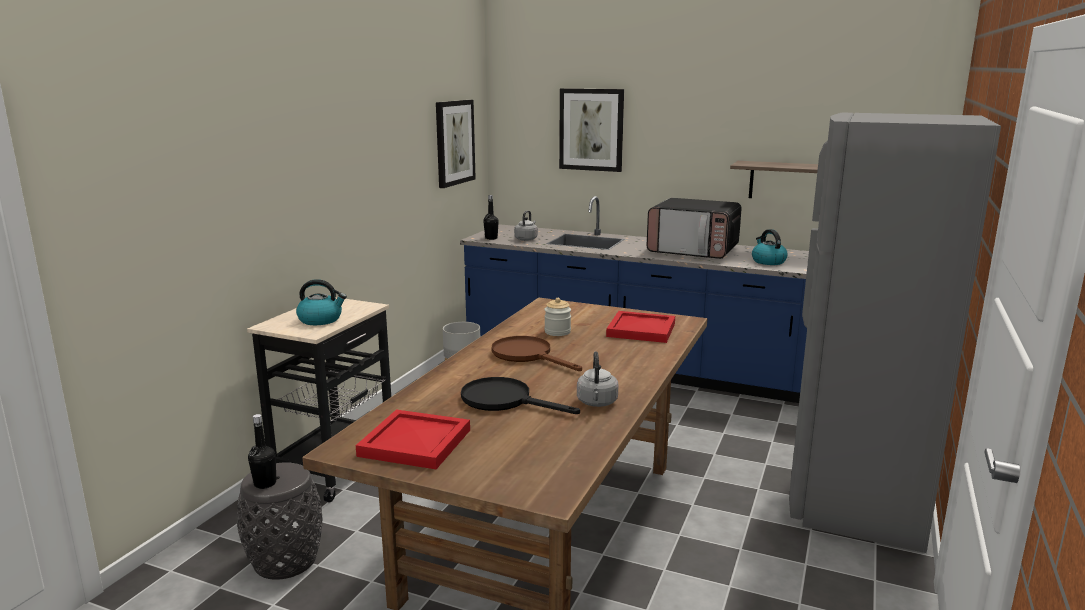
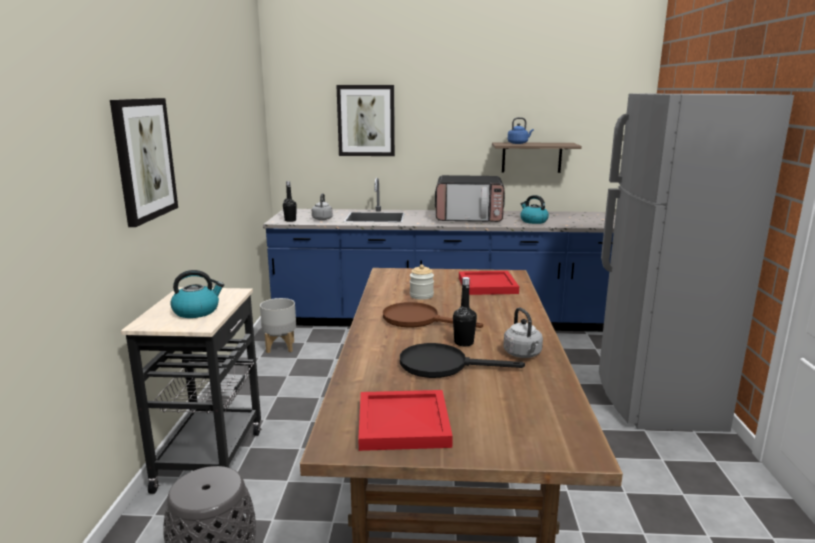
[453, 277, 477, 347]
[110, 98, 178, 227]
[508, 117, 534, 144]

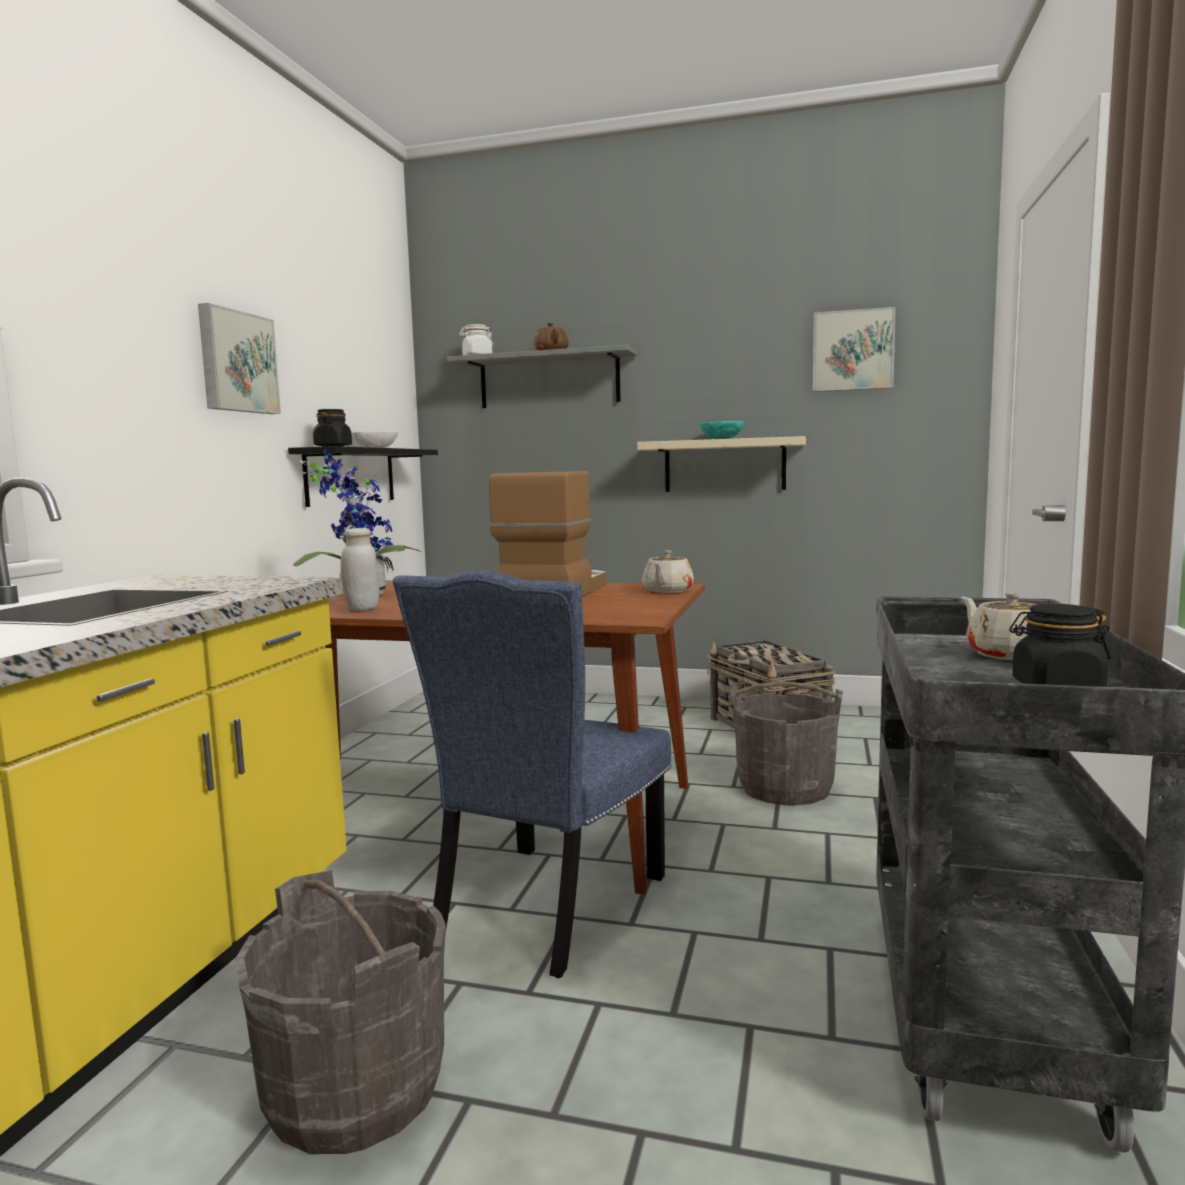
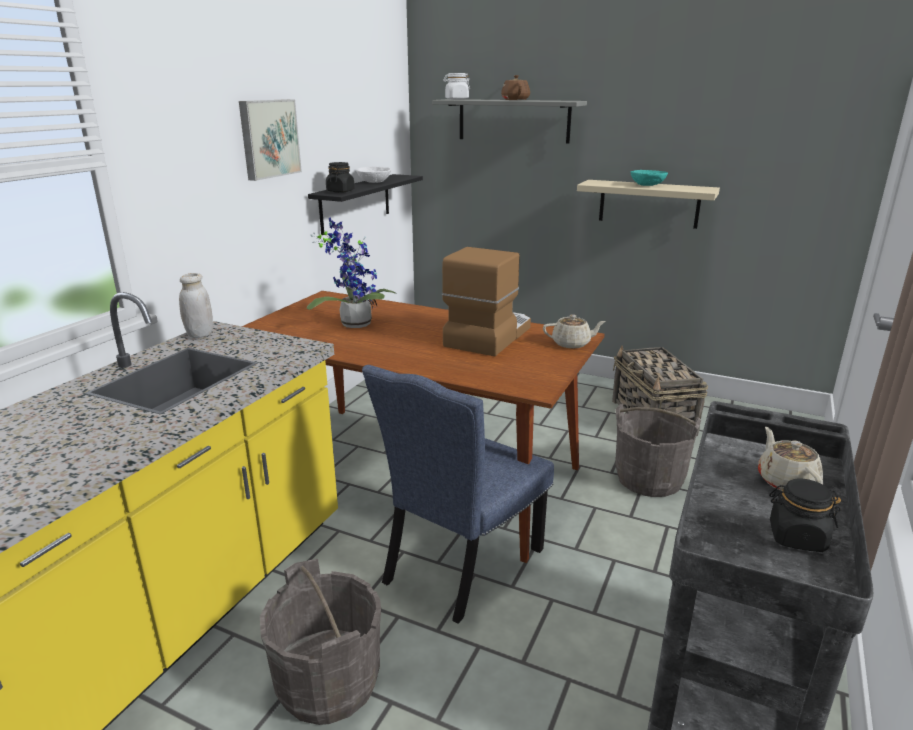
[179, 273, 213, 338]
[543, 314, 606, 349]
[813, 307, 896, 392] (first image)

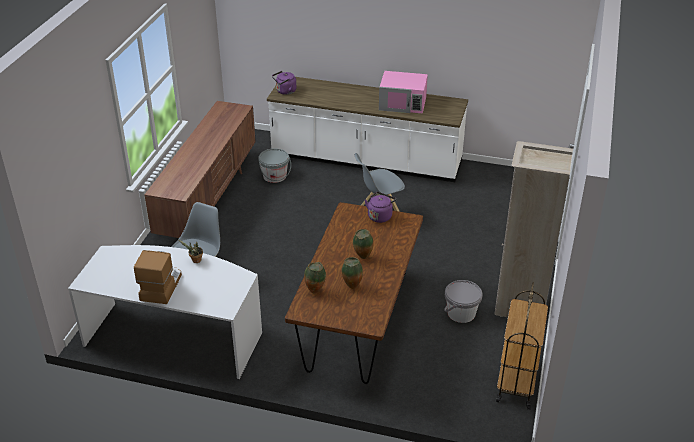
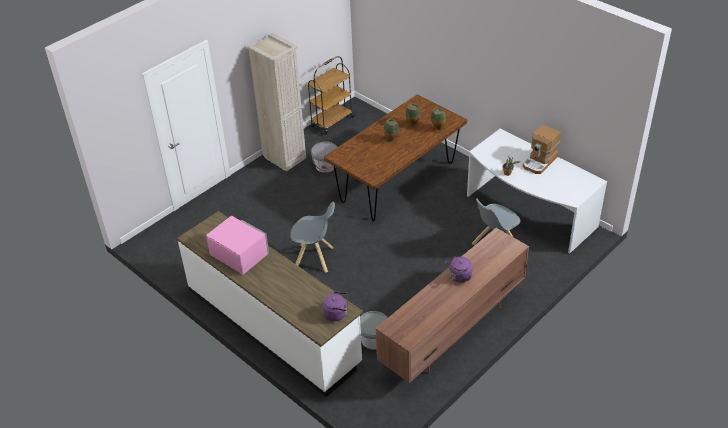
[445, 256, 472, 283]

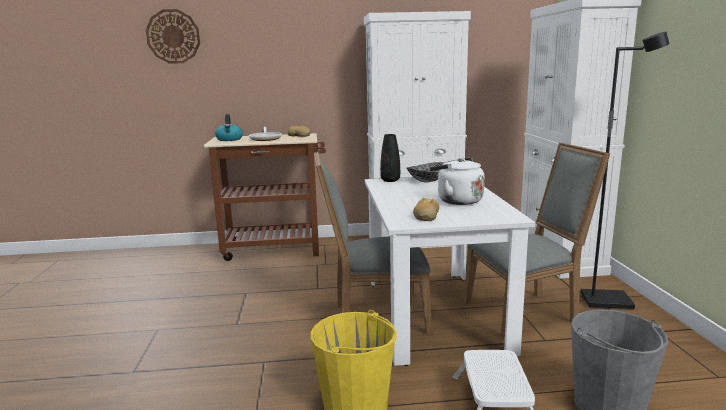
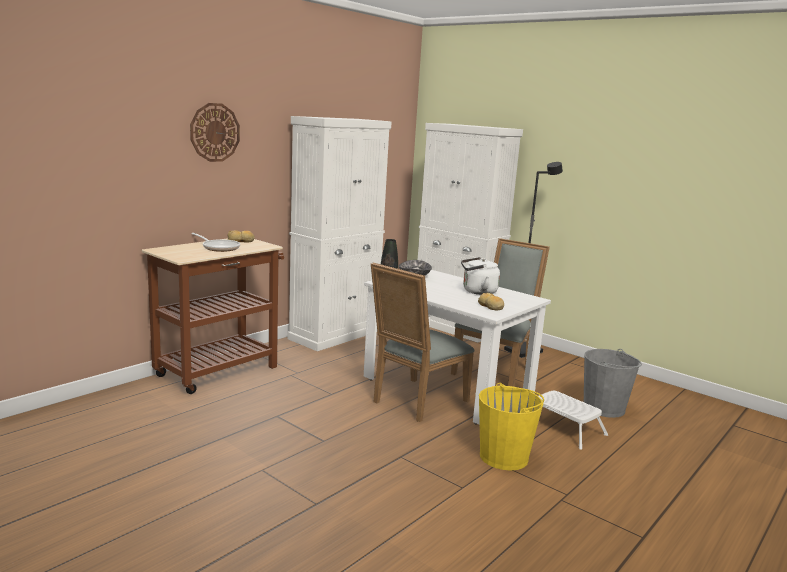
[190, 103, 240, 162]
[215, 114, 243, 141] (first image)

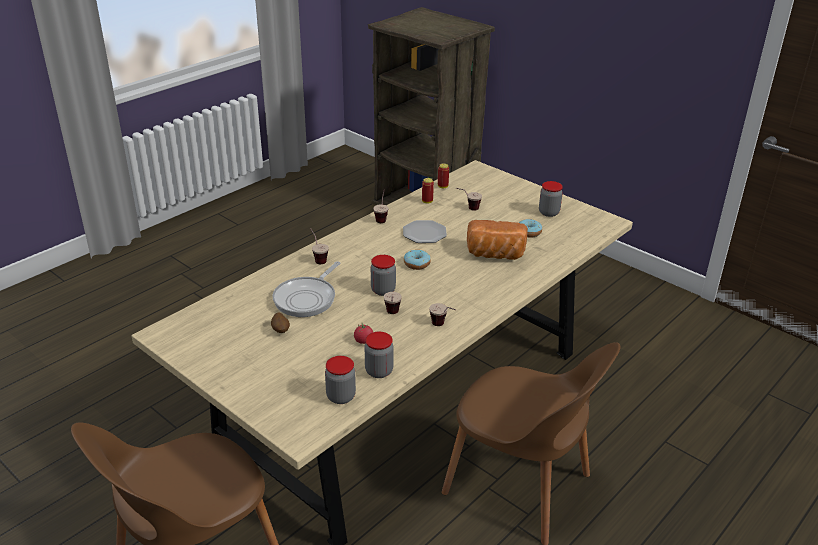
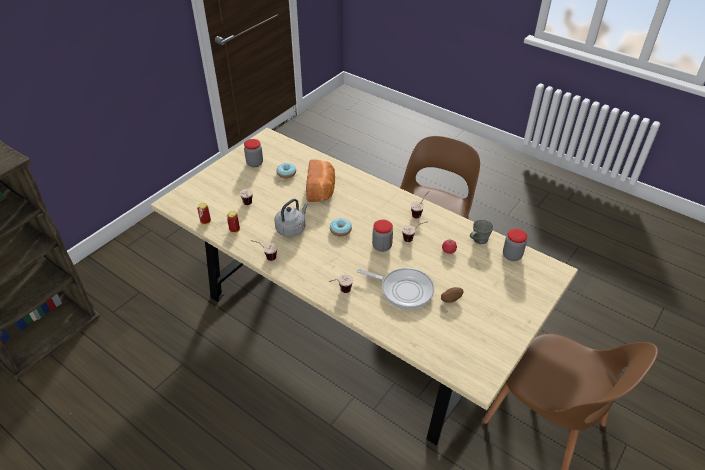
[470, 220, 494, 244]
[275, 199, 308, 237]

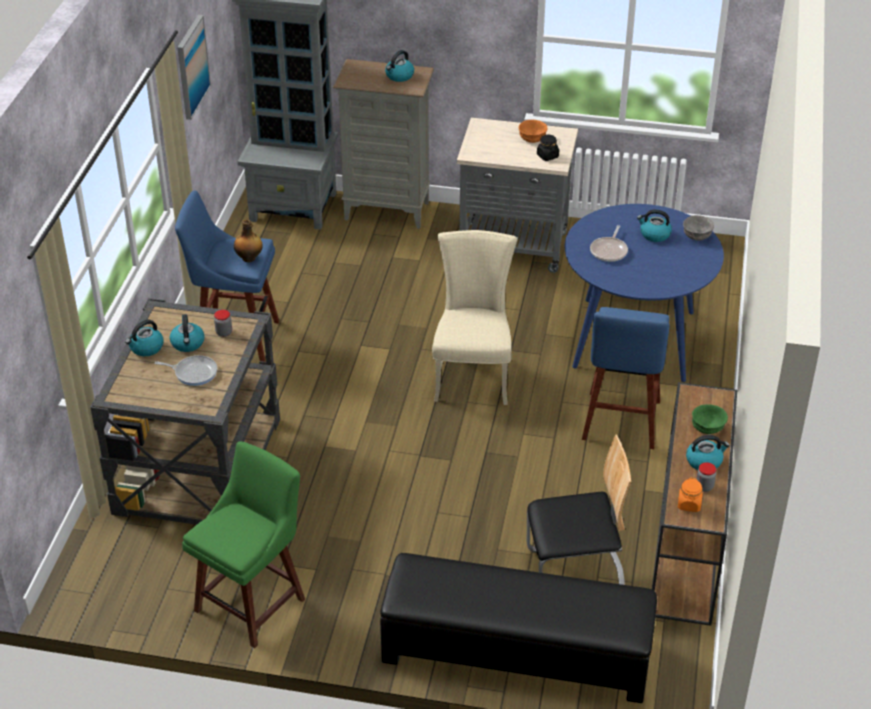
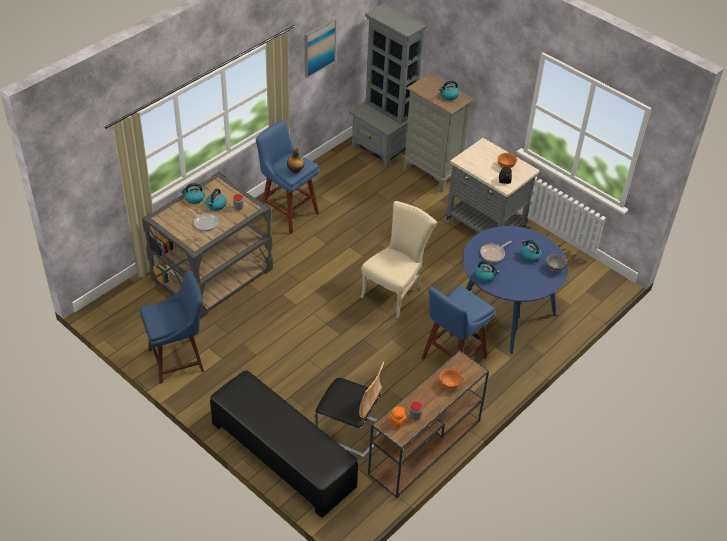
[140, 270, 204, 384]
[475, 261, 500, 282]
[440, 369, 463, 389]

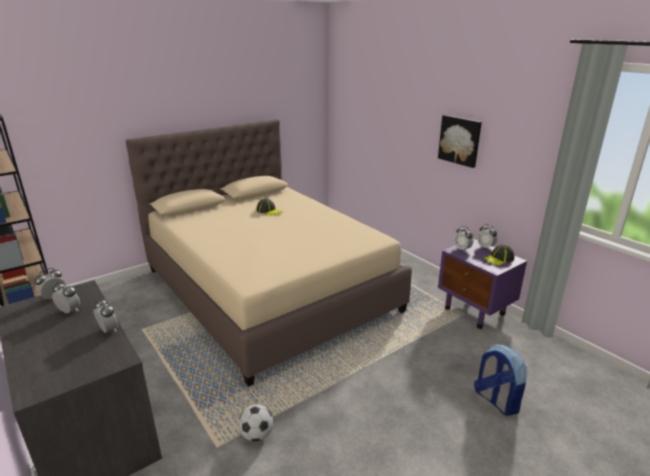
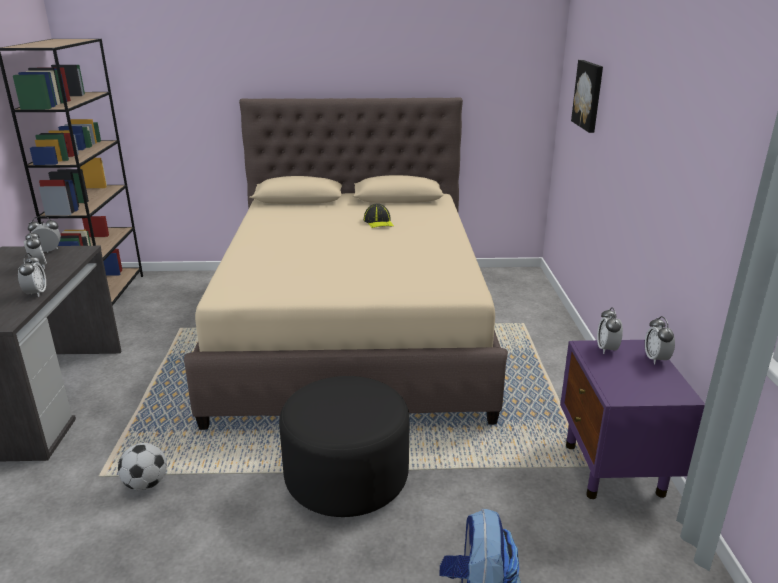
[571, 60, 603, 133]
[484, 244, 514, 266] (first image)
[279, 376, 410, 517]

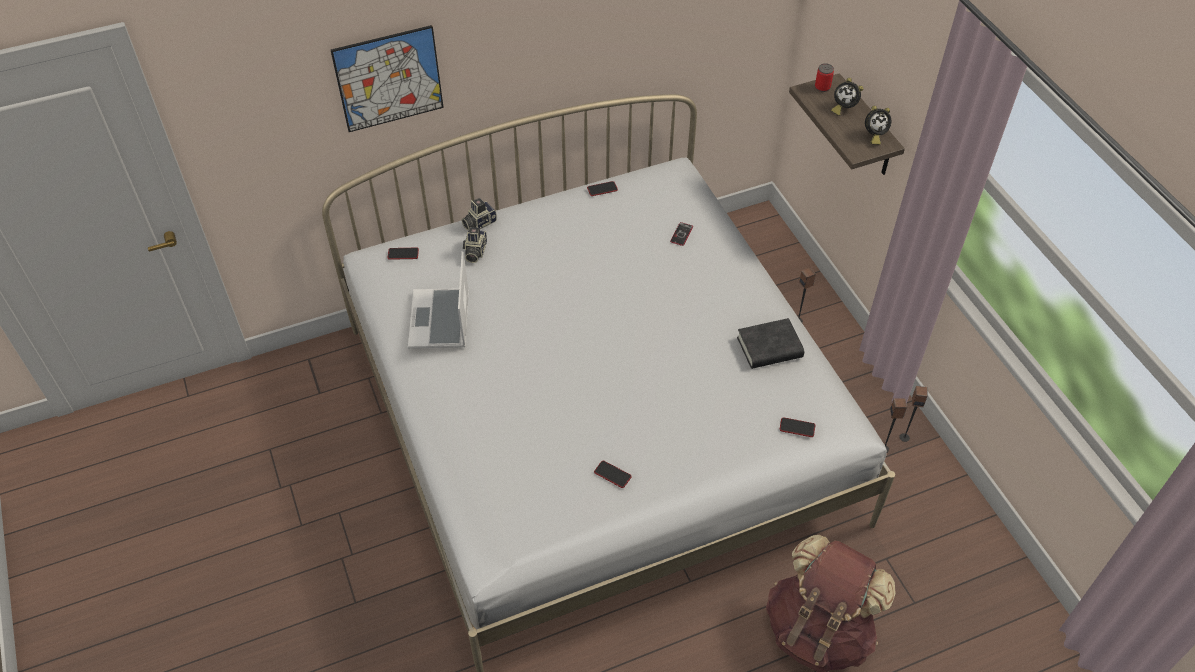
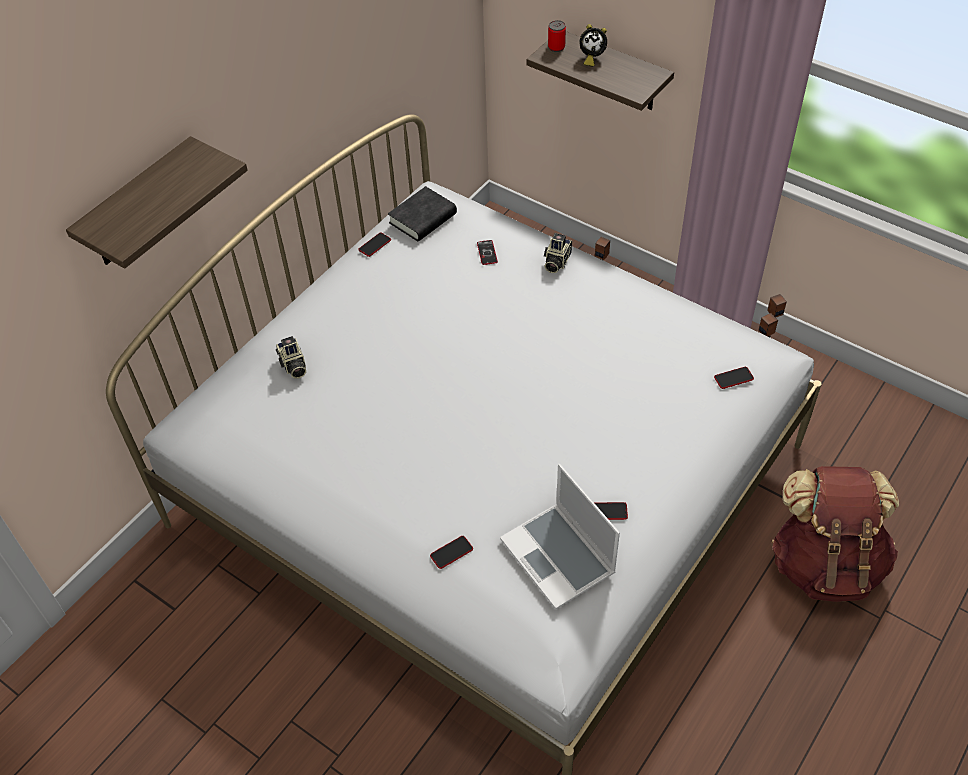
[66, 136, 248, 269]
[430, 536, 473, 569]
[500, 464, 620, 609]
[544, 233, 572, 273]
[388, 186, 457, 241]
[865, 106, 891, 145] (first image)

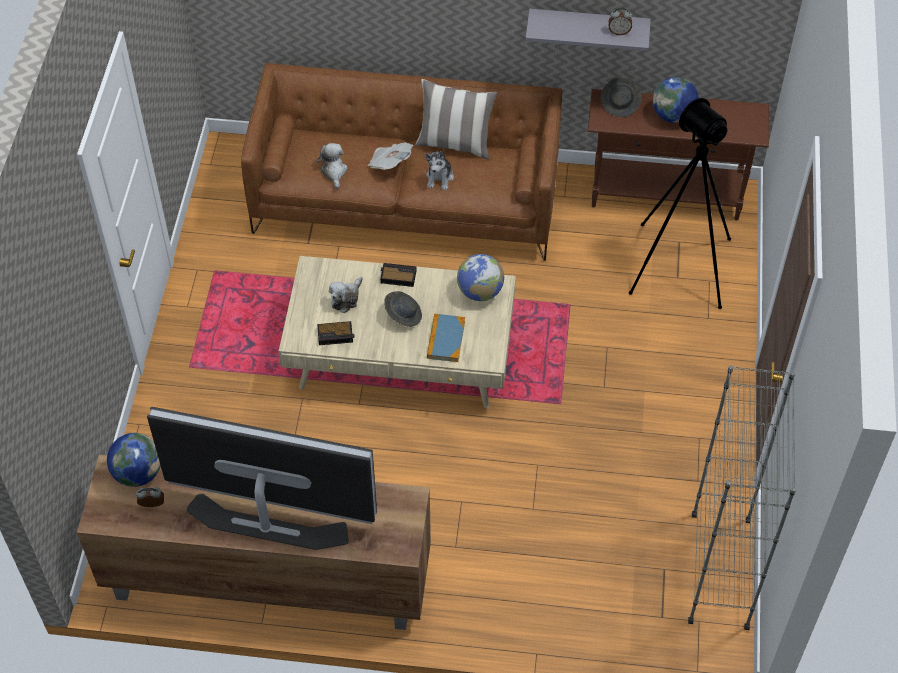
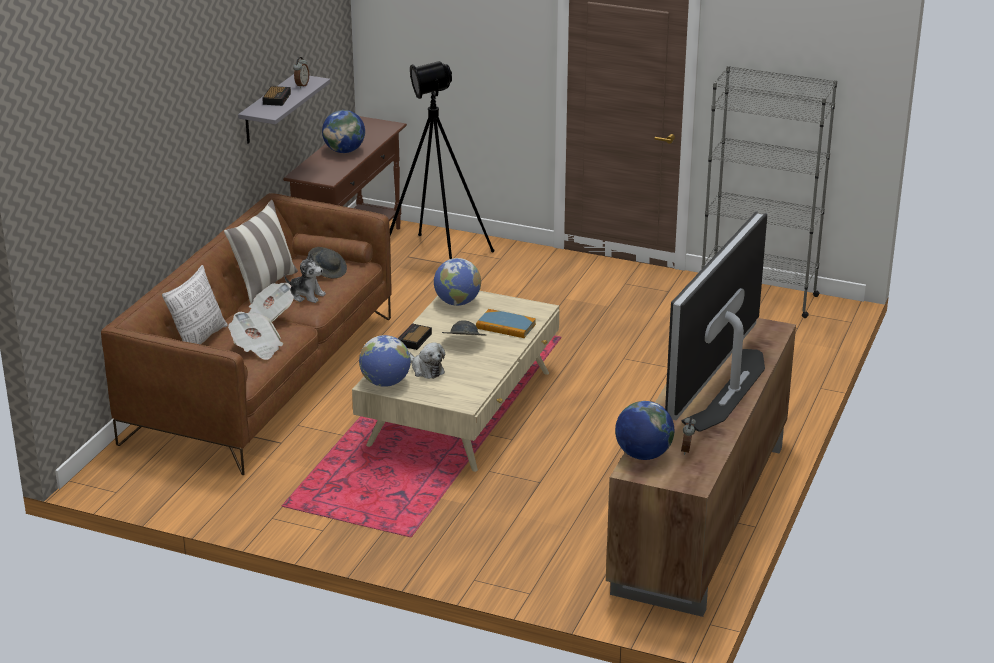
[228, 312, 283, 360]
[262, 86, 291, 106]
[308, 247, 347, 278]
[162, 265, 228, 345]
[359, 335, 411, 387]

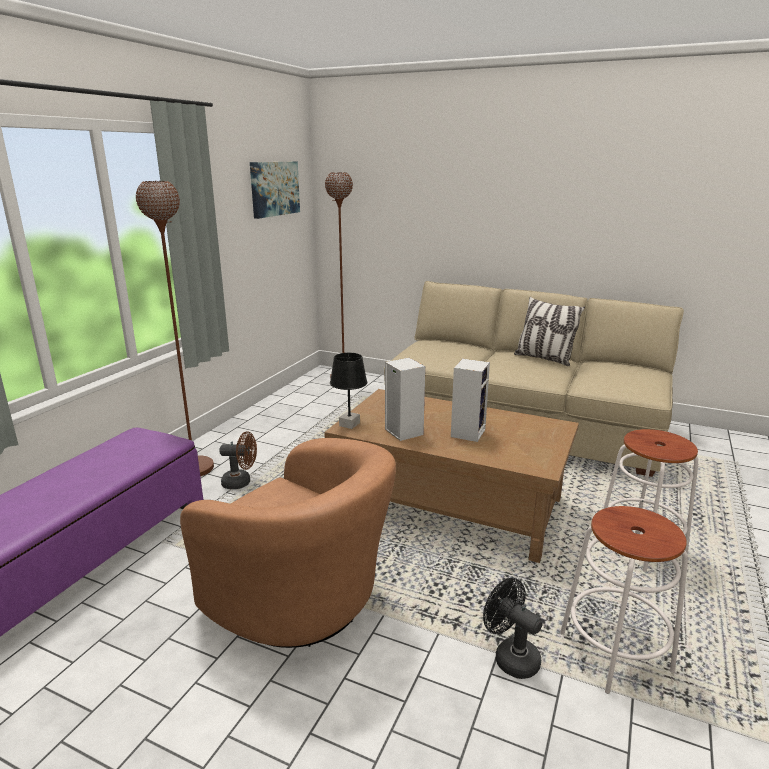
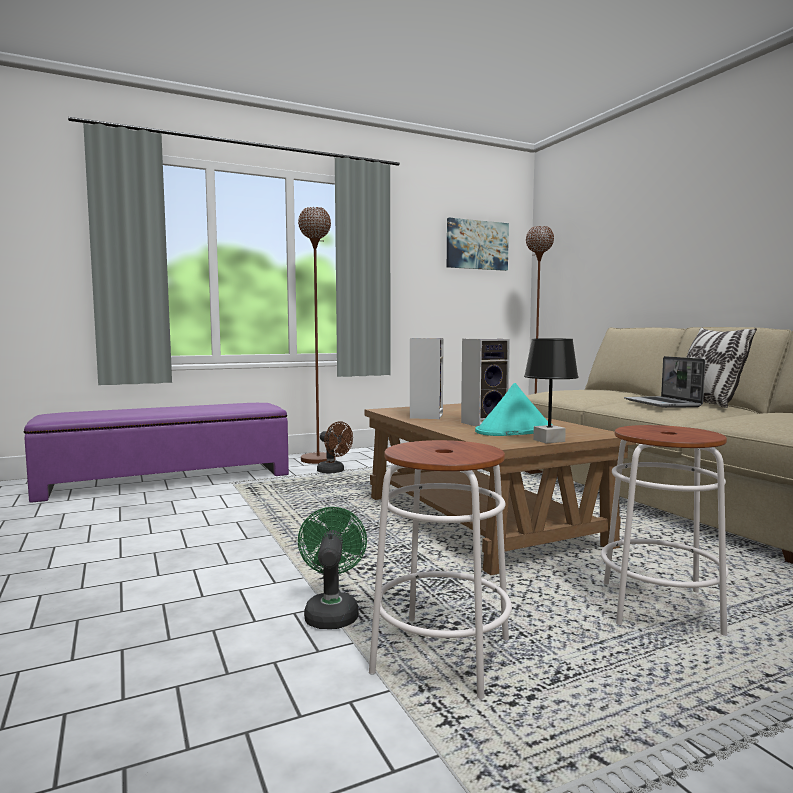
[180, 438, 396, 648] (first image)
[524, 339, 579, 444]
[298, 507, 367, 629]
[475, 383, 553, 436]
[624, 356, 705, 408]

